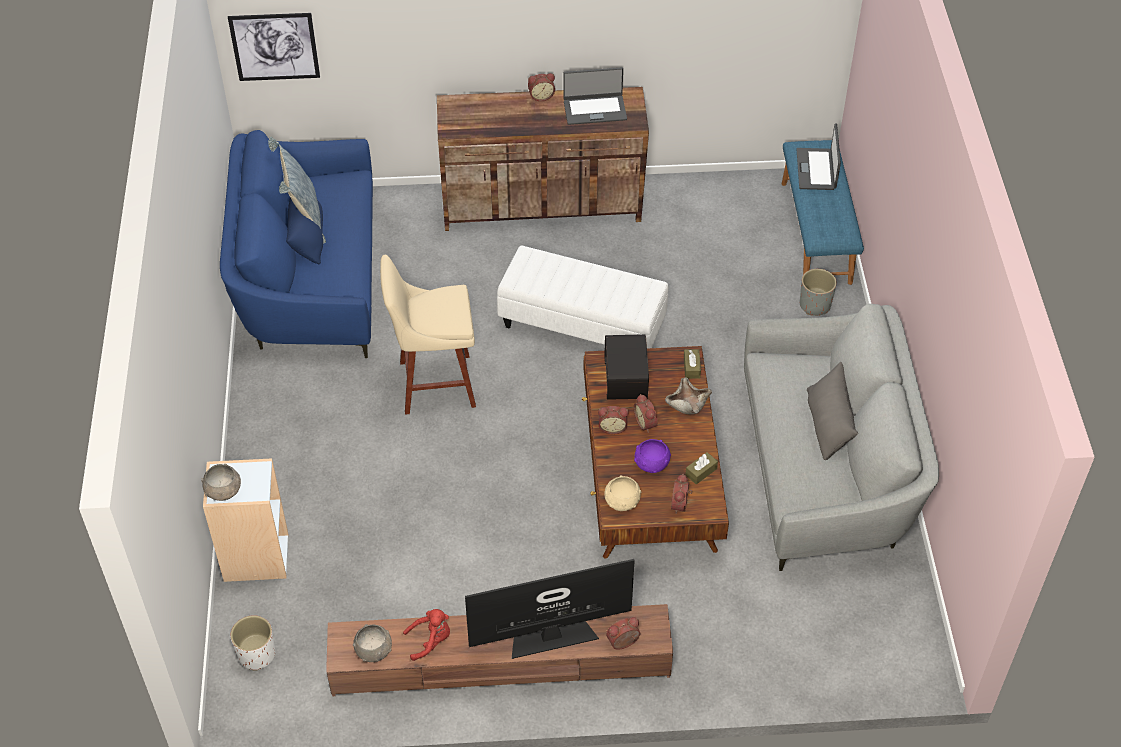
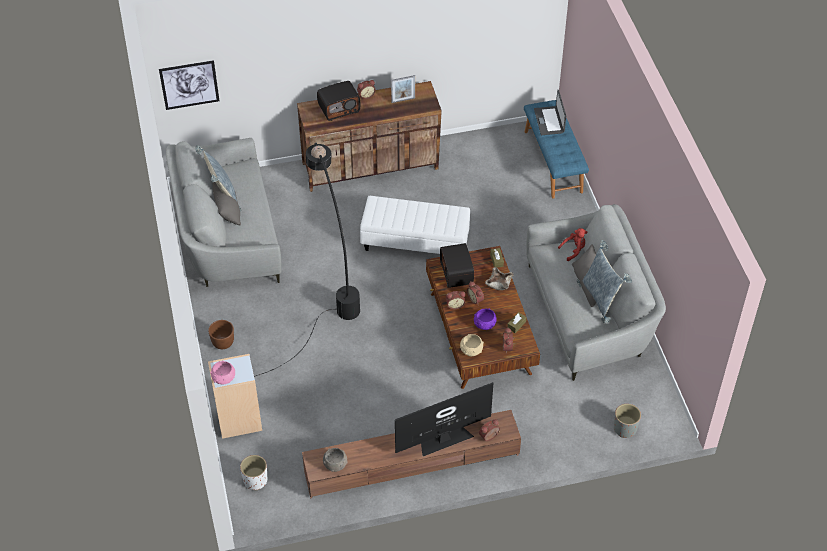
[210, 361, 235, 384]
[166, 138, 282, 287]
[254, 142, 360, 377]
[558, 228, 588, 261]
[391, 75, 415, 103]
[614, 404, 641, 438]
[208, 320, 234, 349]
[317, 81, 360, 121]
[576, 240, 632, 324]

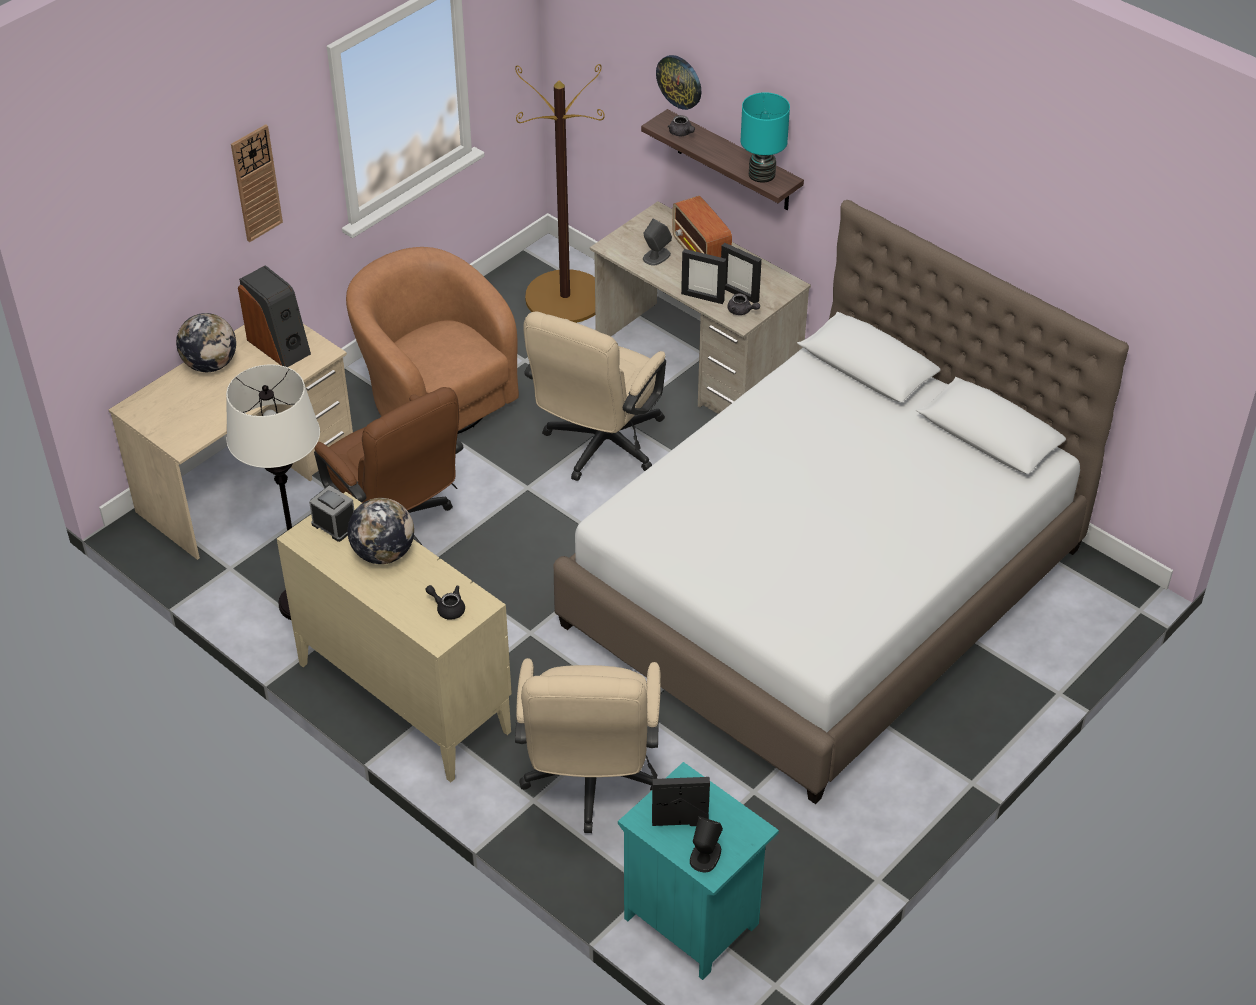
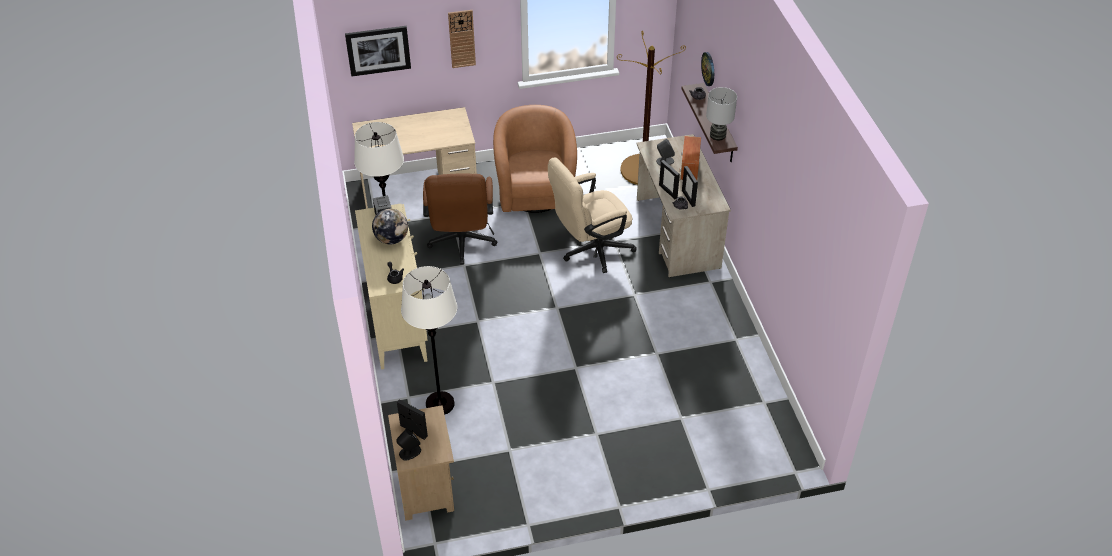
[176, 313, 236, 372] (first image)
[238, 265, 311, 367] (first image)
[401, 266, 457, 415]
[554, 200, 1129, 804] (first image)
[388, 405, 454, 521]
[706, 87, 737, 140]
[345, 26, 411, 76]

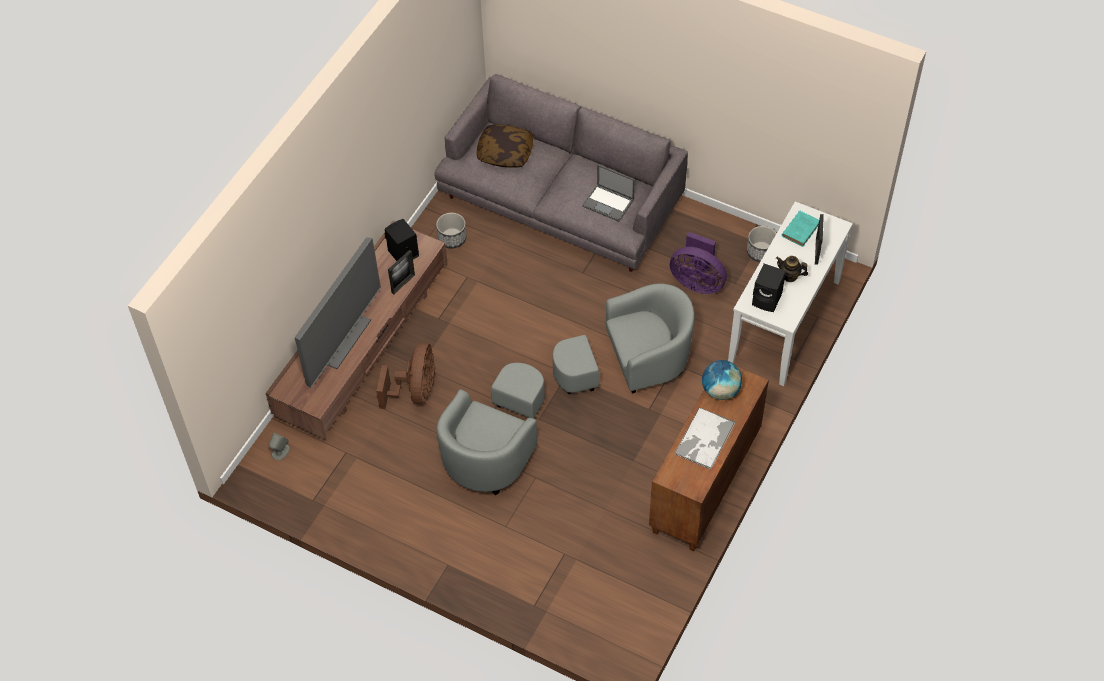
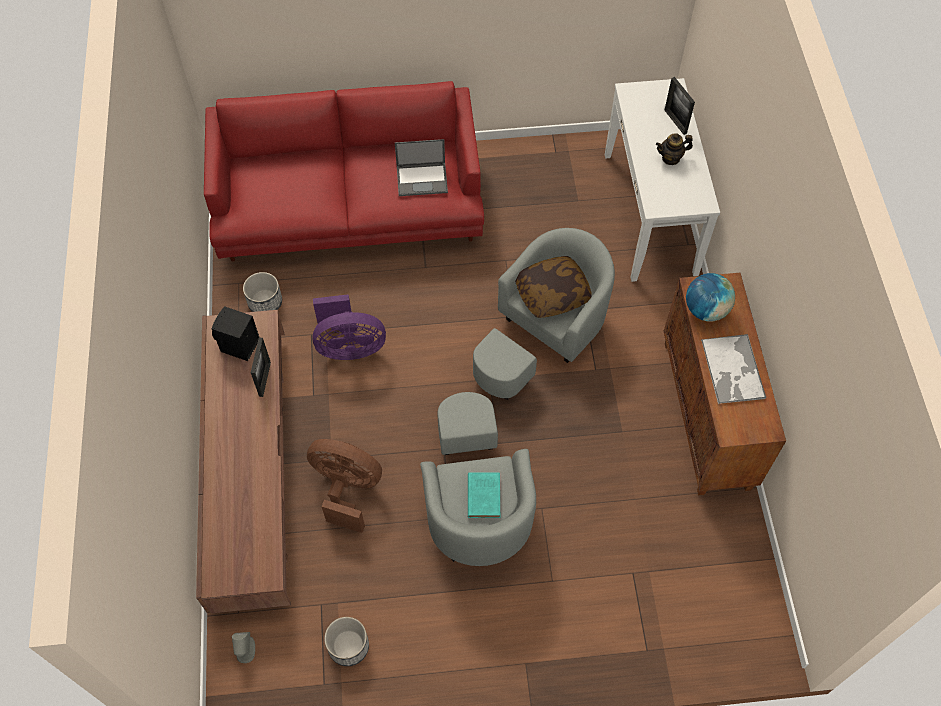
[295, 237, 381, 388] (first image)
[307, 439, 382, 533]
[204, 81, 484, 262]
[515, 256, 592, 318]
[312, 294, 386, 360]
[324, 617, 369, 666]
[752, 264, 786, 312] (first image)
[468, 472, 500, 518]

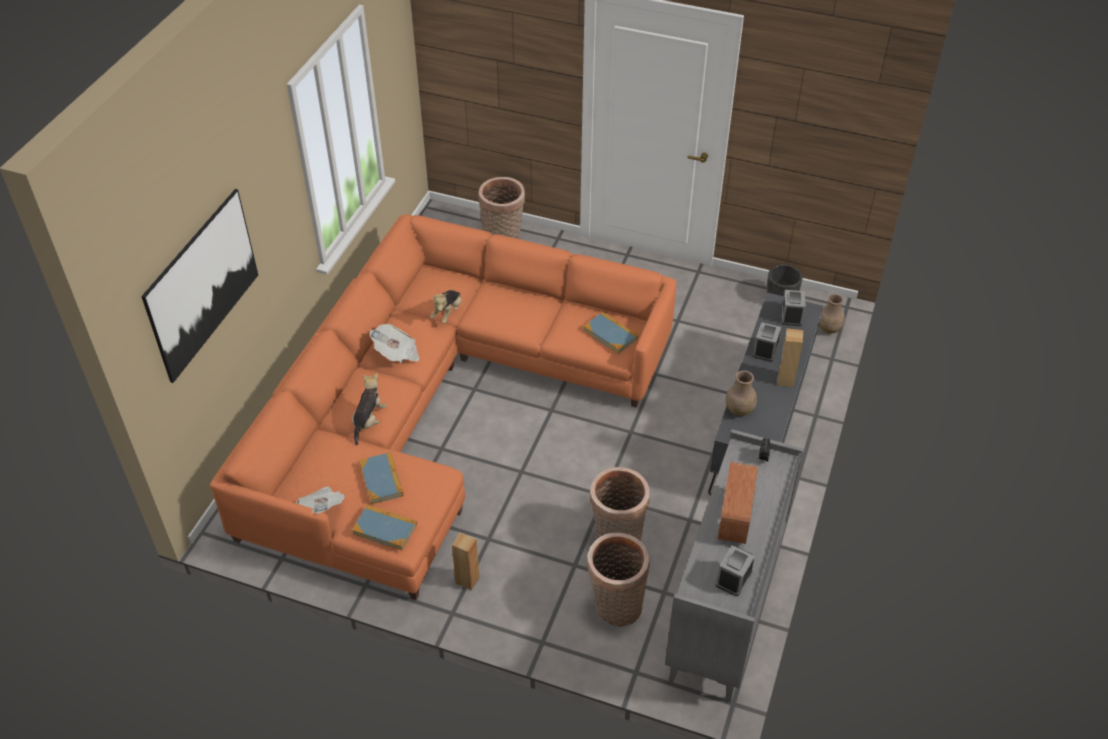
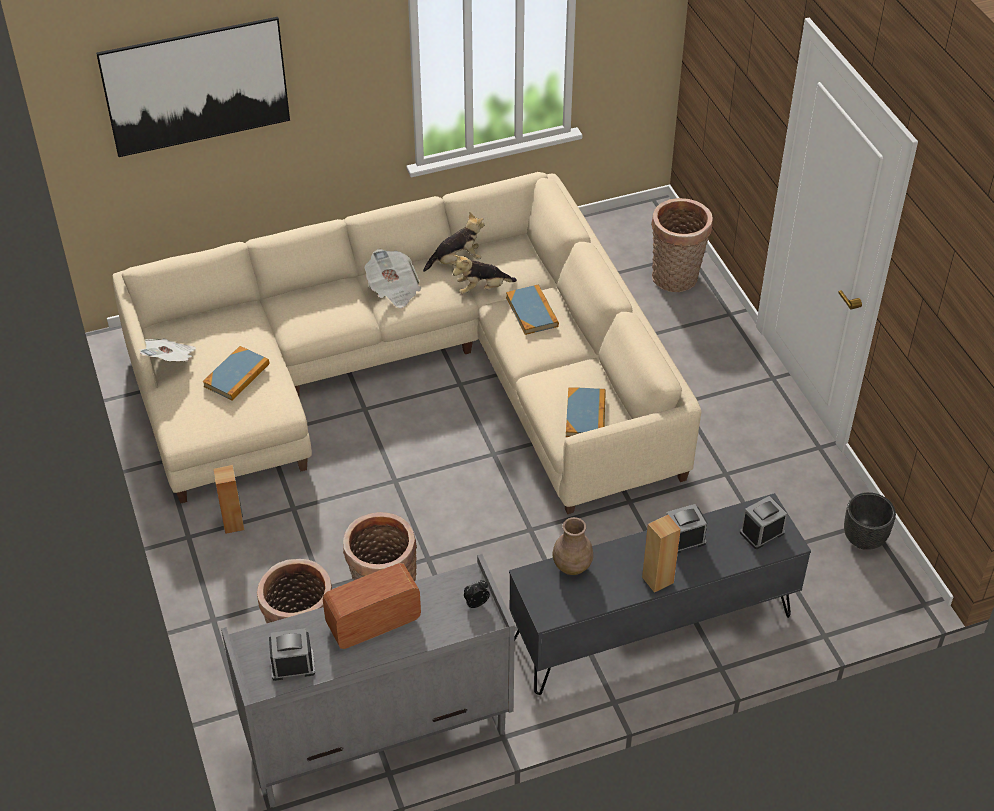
[113, 172, 701, 514]
[423, 212, 484, 272]
[506, 285, 559, 335]
[819, 294, 845, 334] (first image)

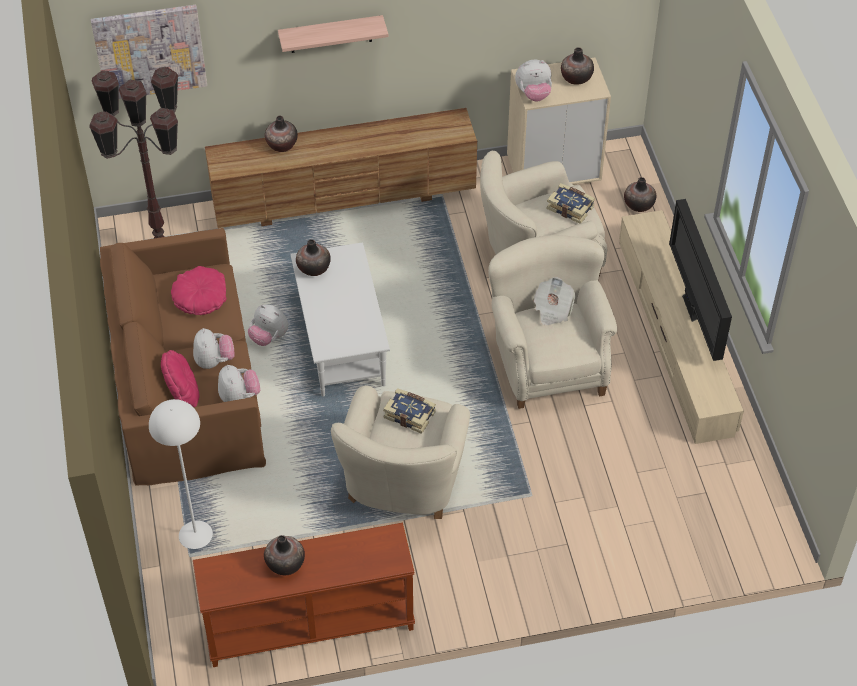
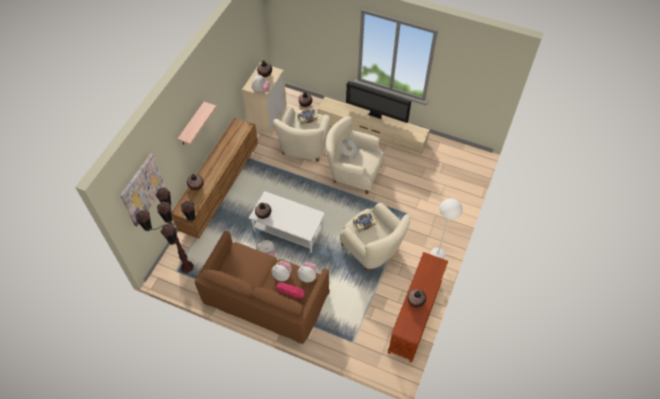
[430, 198, 463, 259]
[171, 266, 226, 315] (first image)

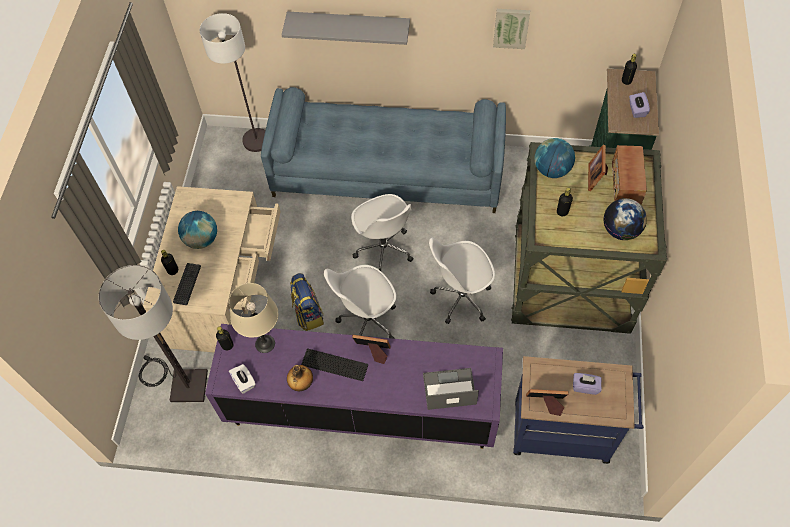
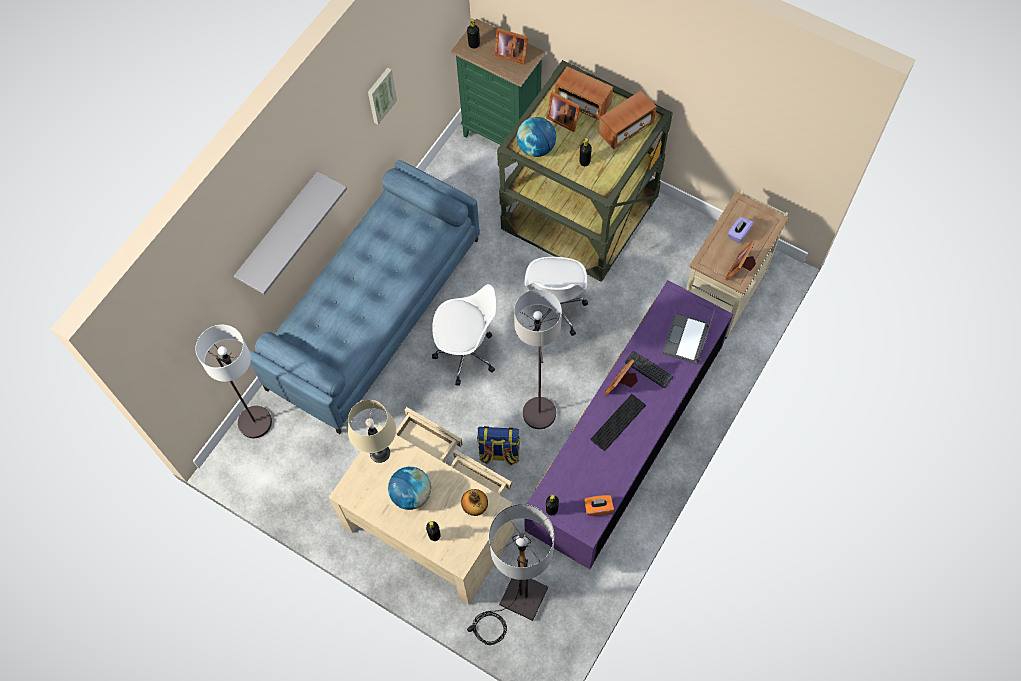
[625, 351, 673, 388]
[348, 400, 396, 463]
[584, 495, 614, 516]
[461, 489, 488, 516]
[514, 289, 562, 429]
[686, 191, 789, 339]
[598, 90, 657, 149]
[495, 28, 528, 64]

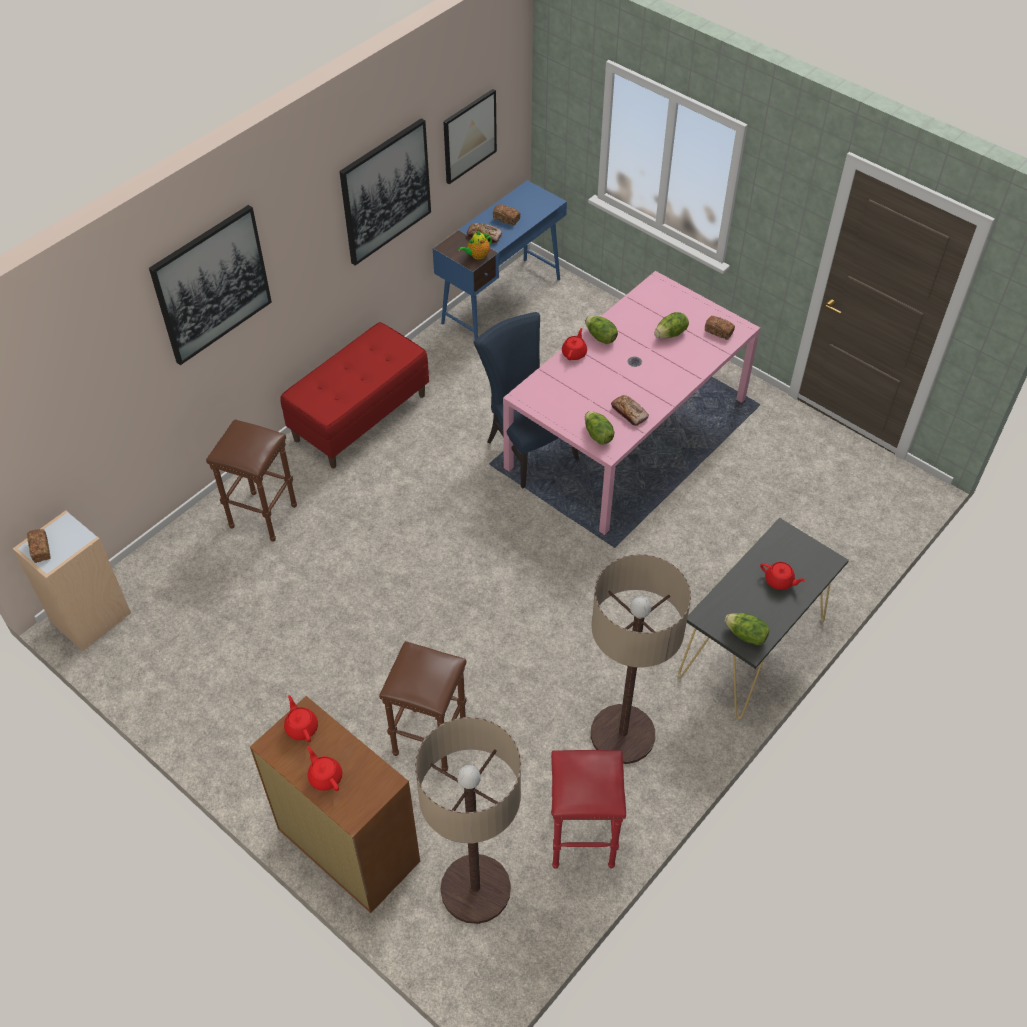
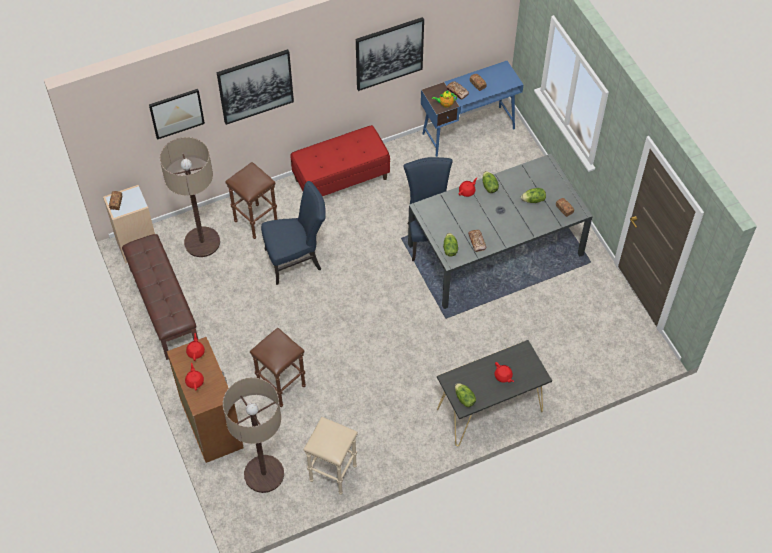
[149, 89, 205, 140]
[408, 154, 593, 309]
[304, 417, 358, 495]
[160, 137, 220, 257]
[122, 234, 198, 360]
[261, 181, 326, 285]

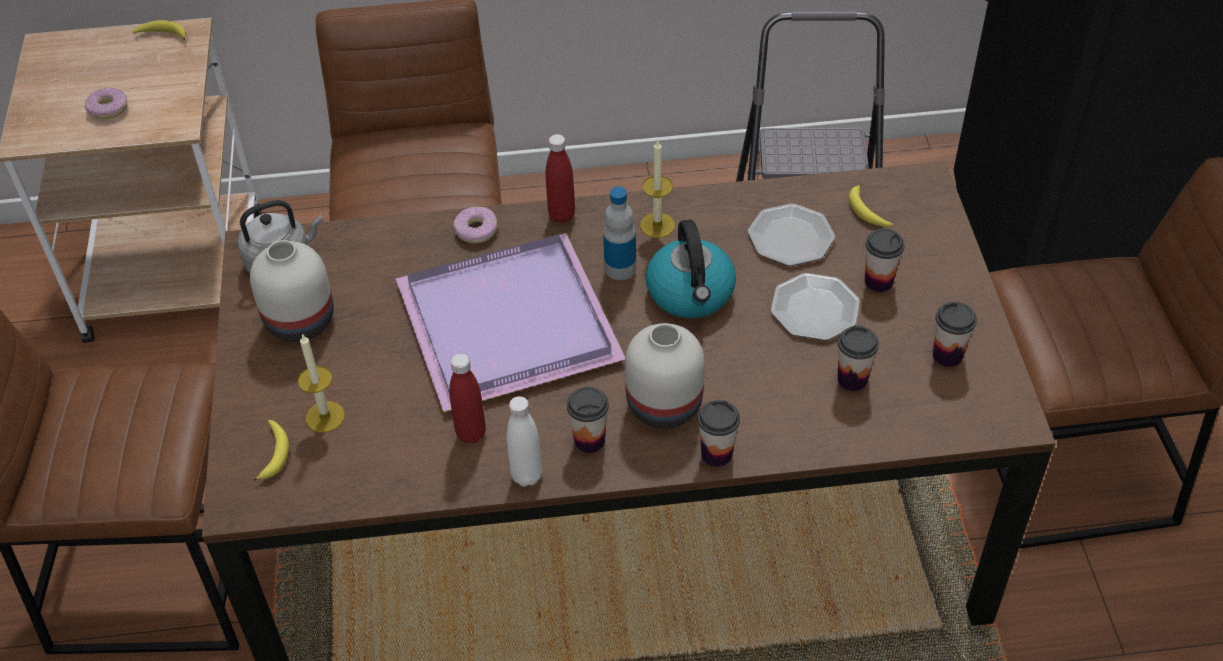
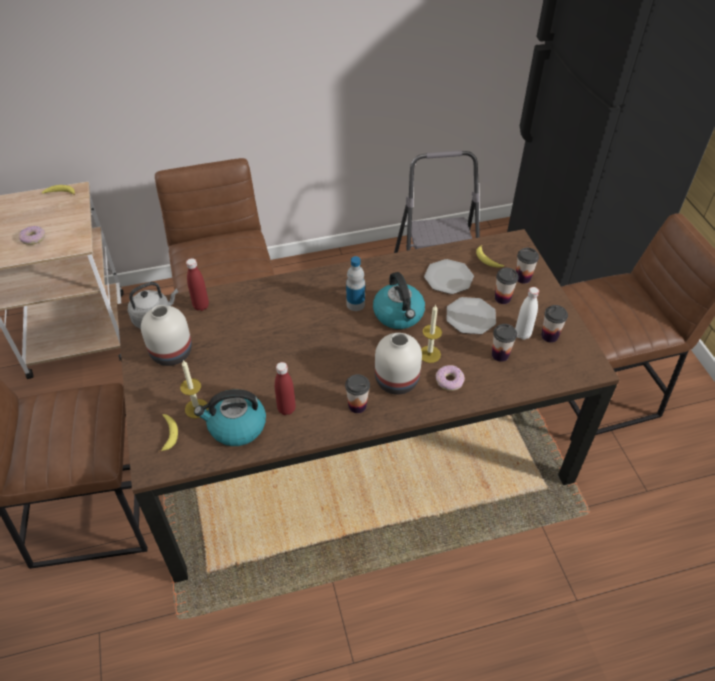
[396, 233, 625, 412] (first image)
[436, 365, 465, 391]
[515, 287, 539, 340]
[186, 258, 209, 311]
[421, 304, 442, 363]
[516, 248, 539, 284]
[194, 389, 266, 446]

